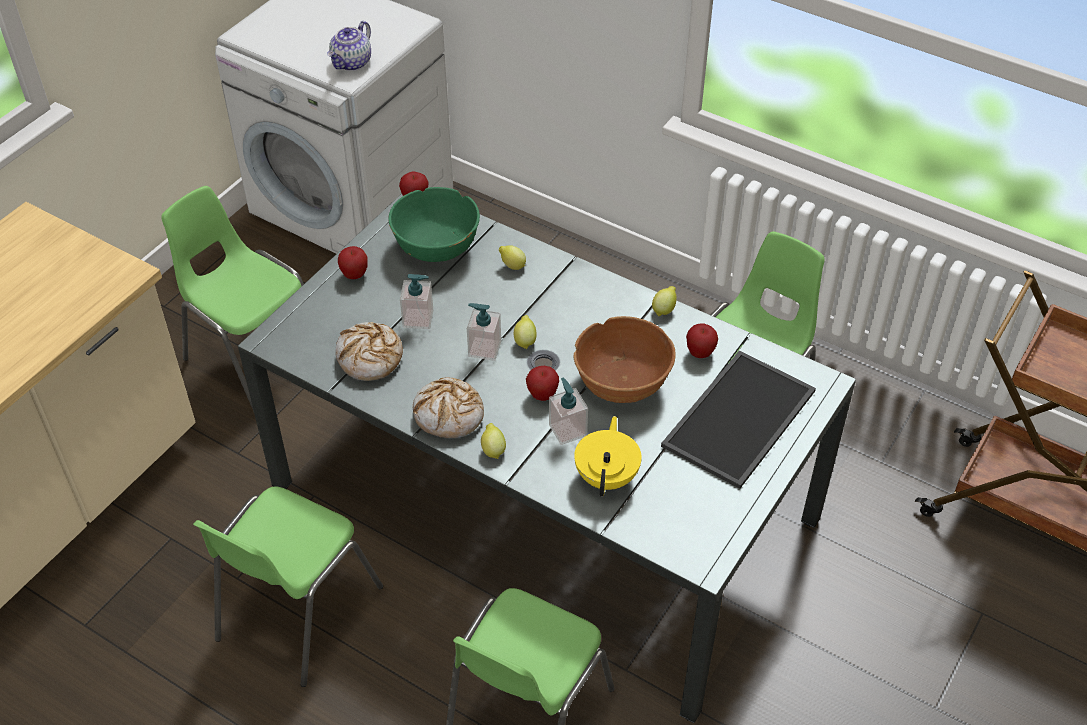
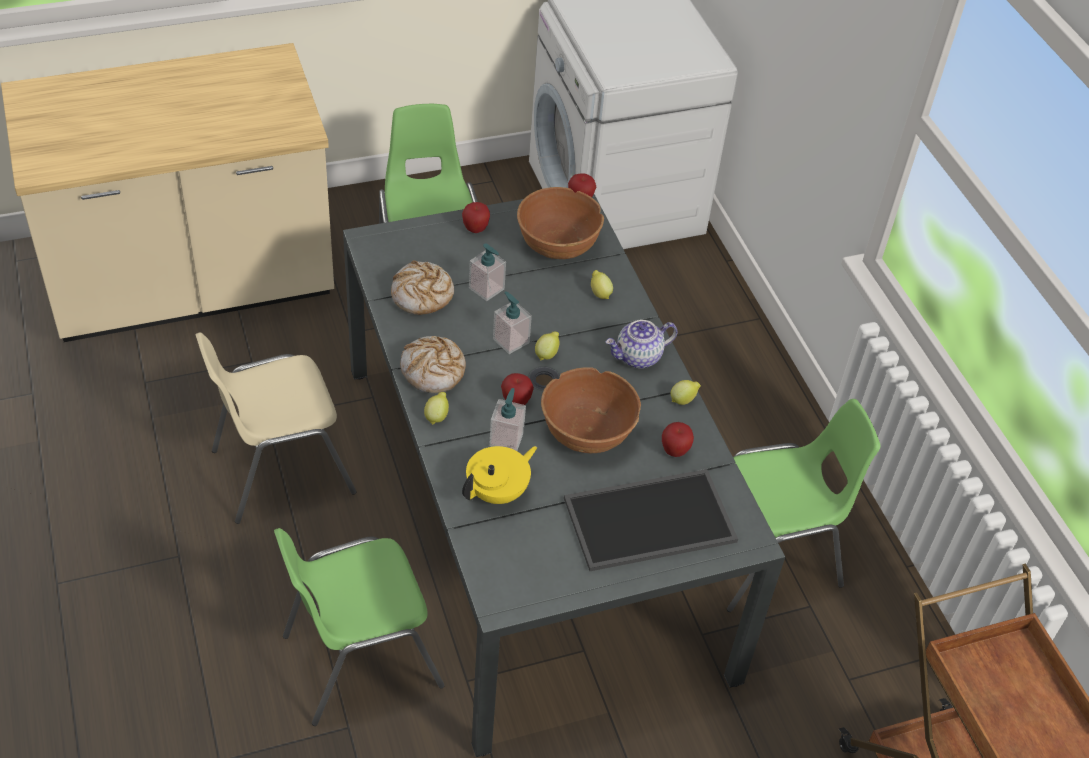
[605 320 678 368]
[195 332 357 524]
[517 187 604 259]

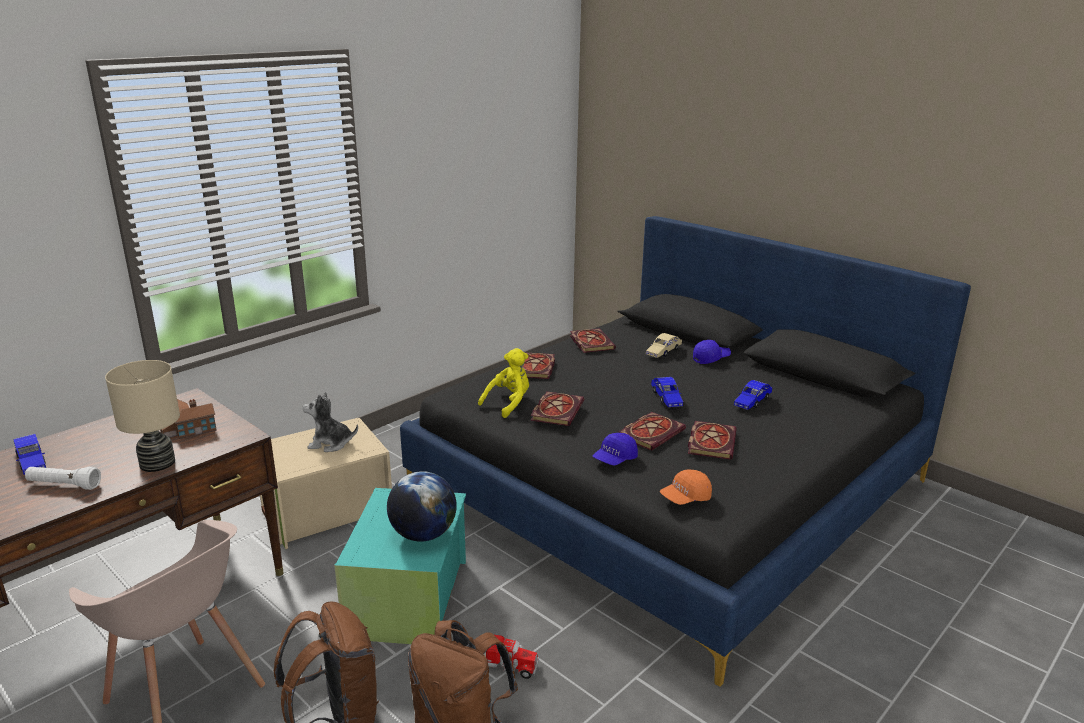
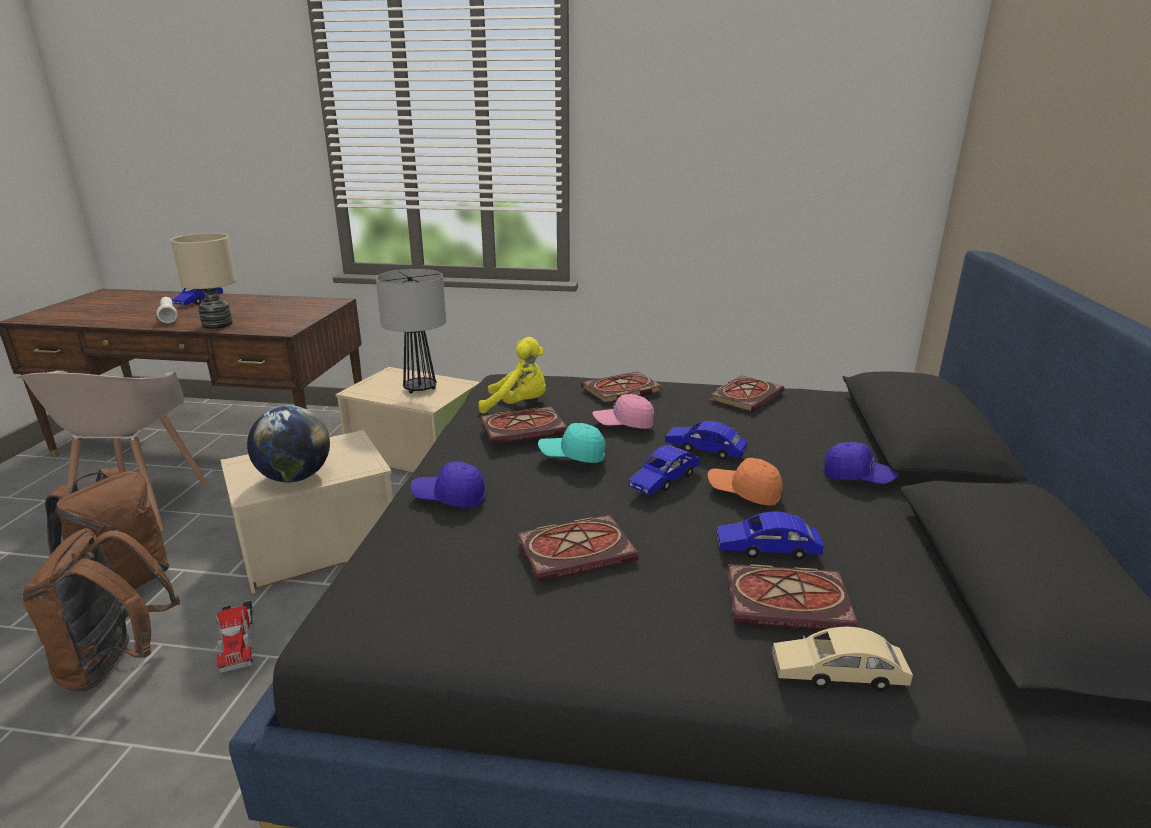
[160 399 217 439] (first image)
[538 423 606 463]
[592 394 654 429]
[665 421 747 460]
[727 564 858 630]
[772 627 913 692]
[708 458 783 506]
[376 269 446 393]
[220 430 393 594]

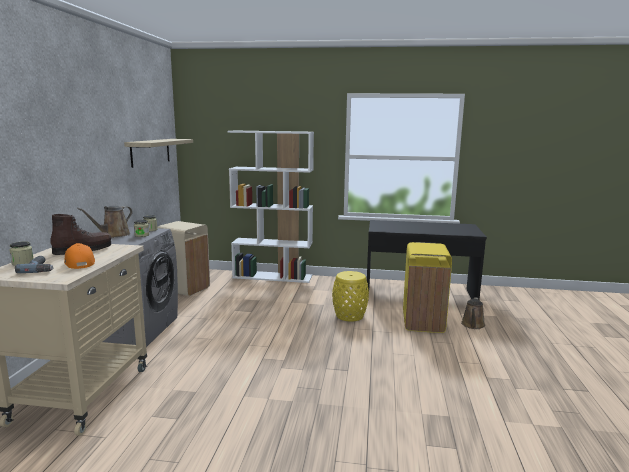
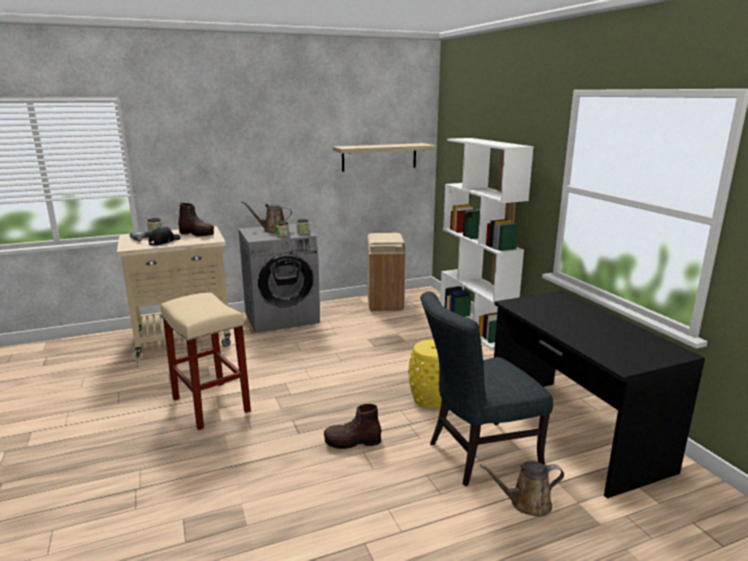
[160 293 251 430]
[324 404 381 449]
[420 291 554 487]
[149 227 181 245]

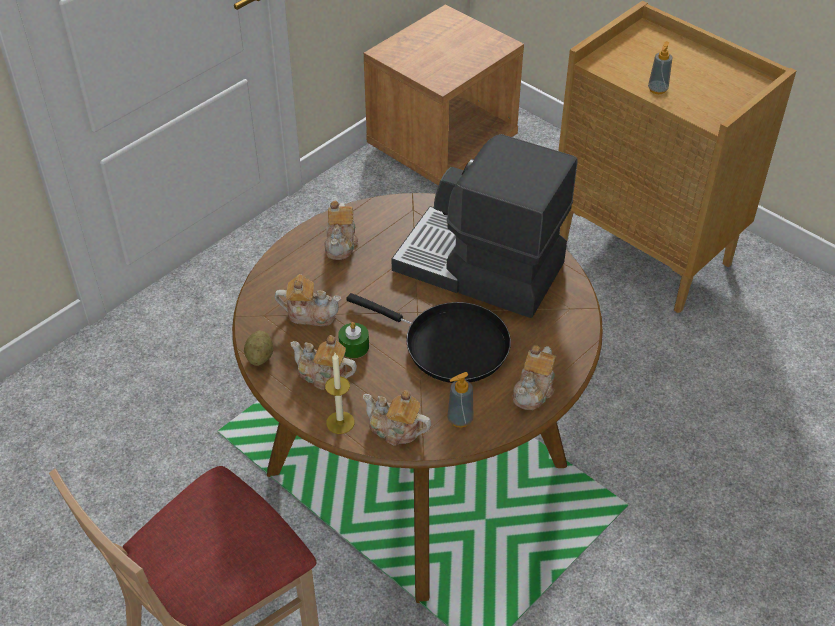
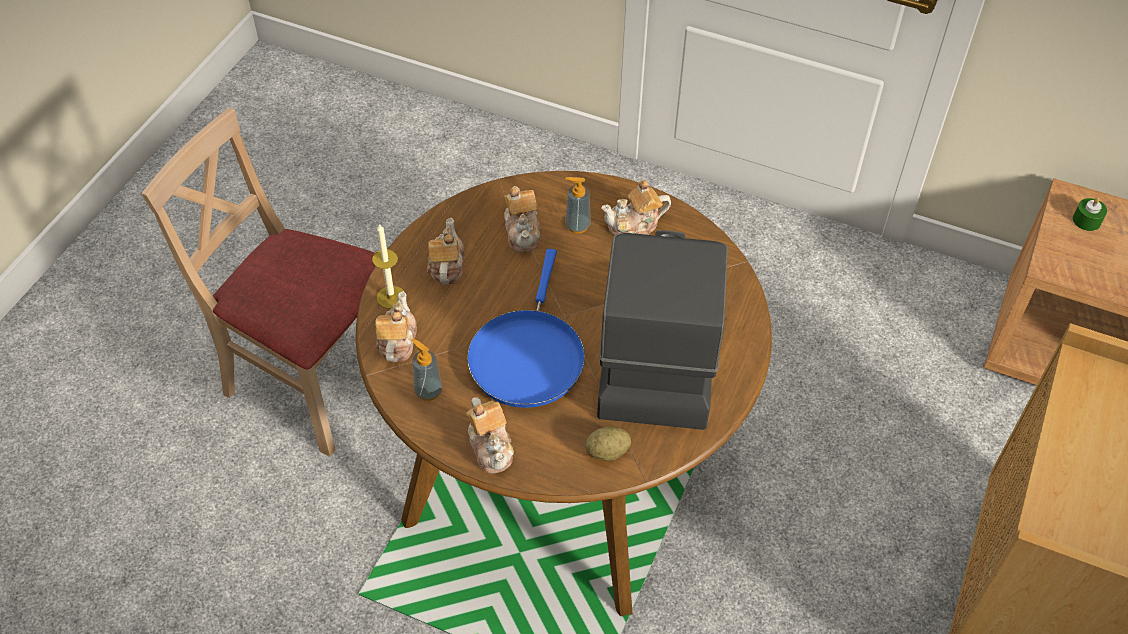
[585 426 631 461]
[1073 197 1107 231]
[565 177 591 233]
[467 249 585 408]
[466 397 514 474]

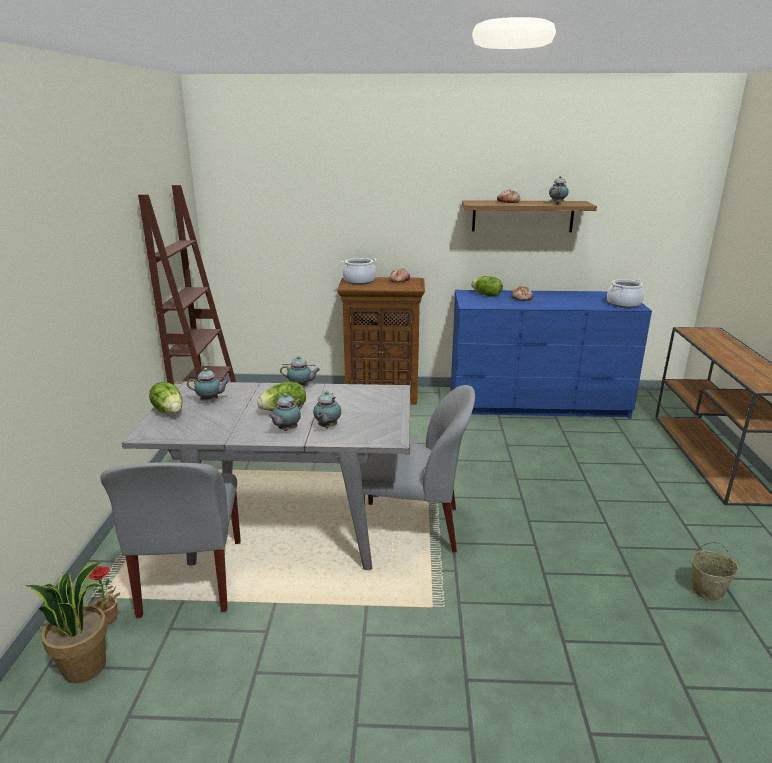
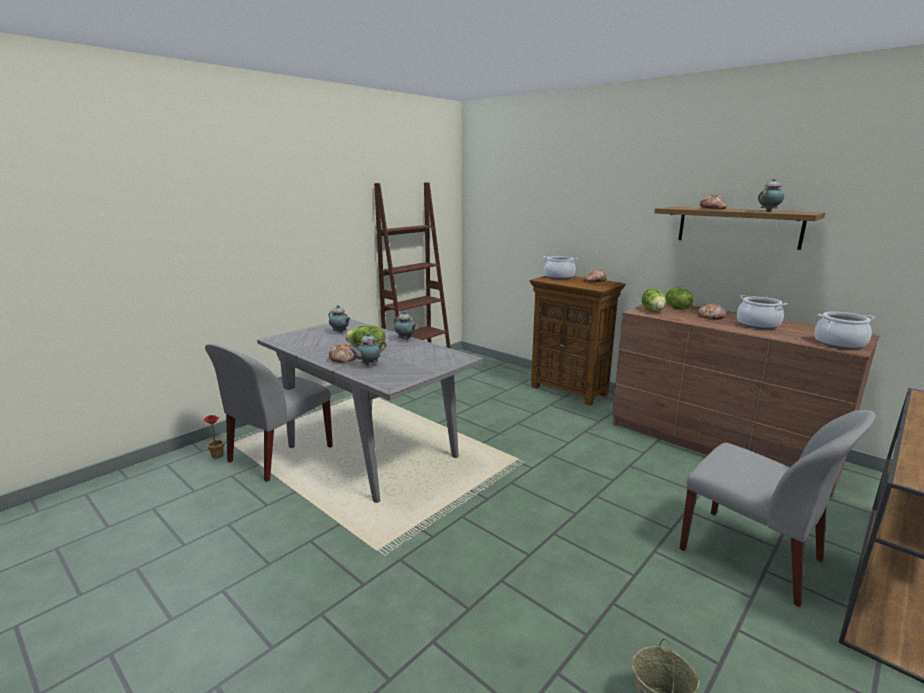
[25 562 108 683] (first image)
[737 295 787 329]
[642 289 666 311]
[679 410 876 607]
[329 344 356 363]
[612 302 880 498]

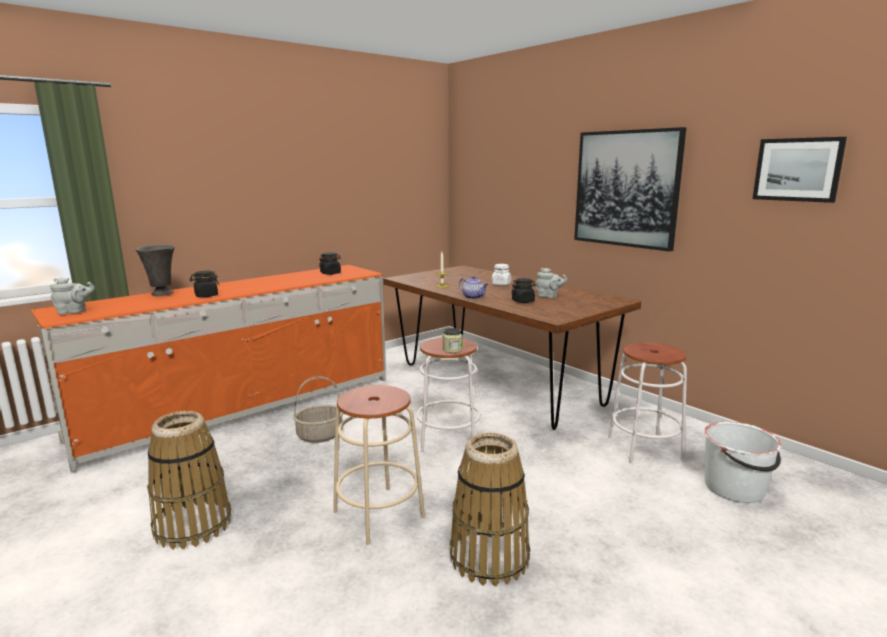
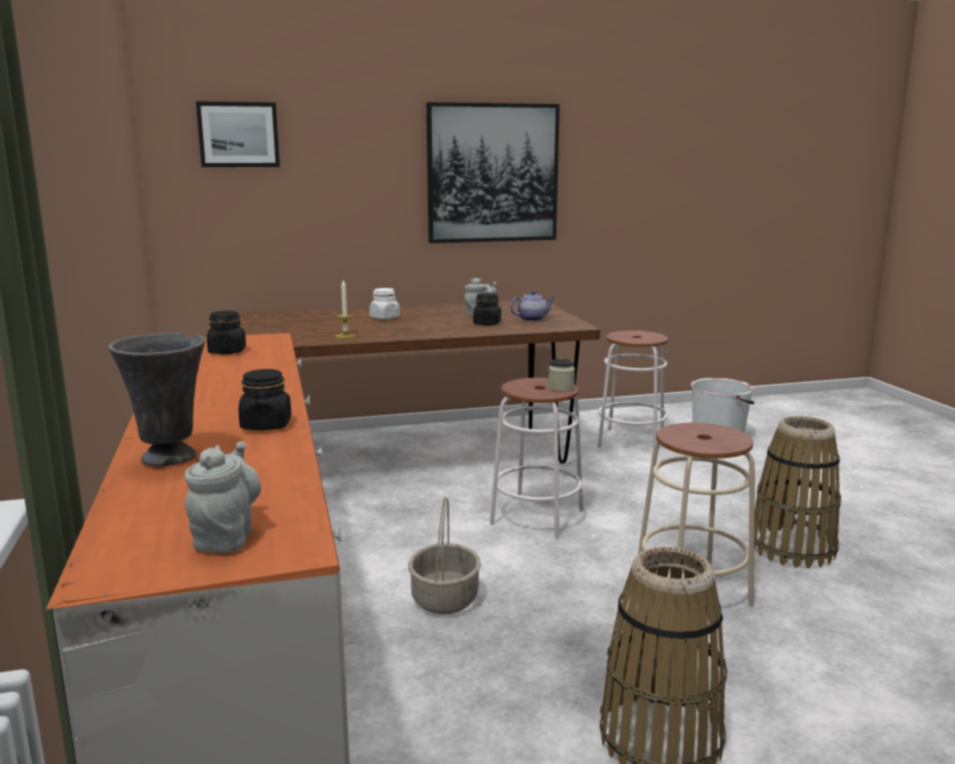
[510 291 554 321]
[196 101 280 167]

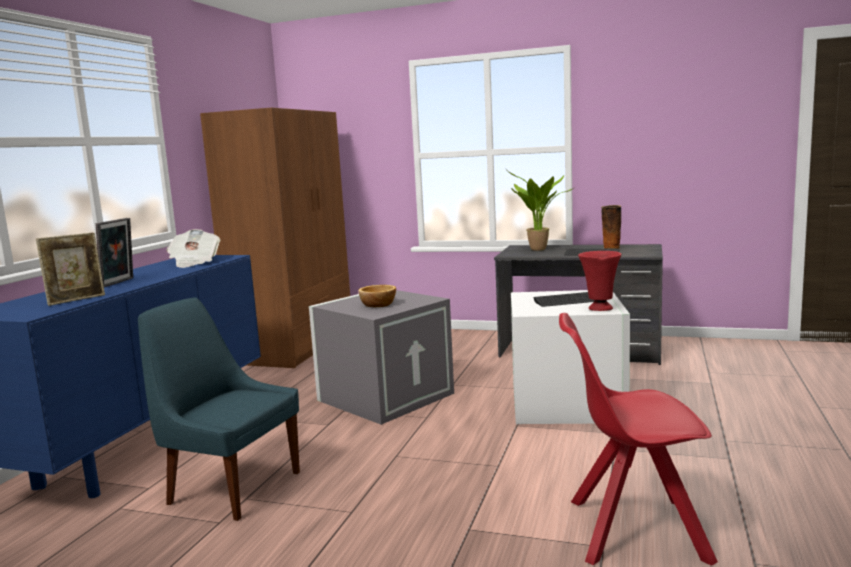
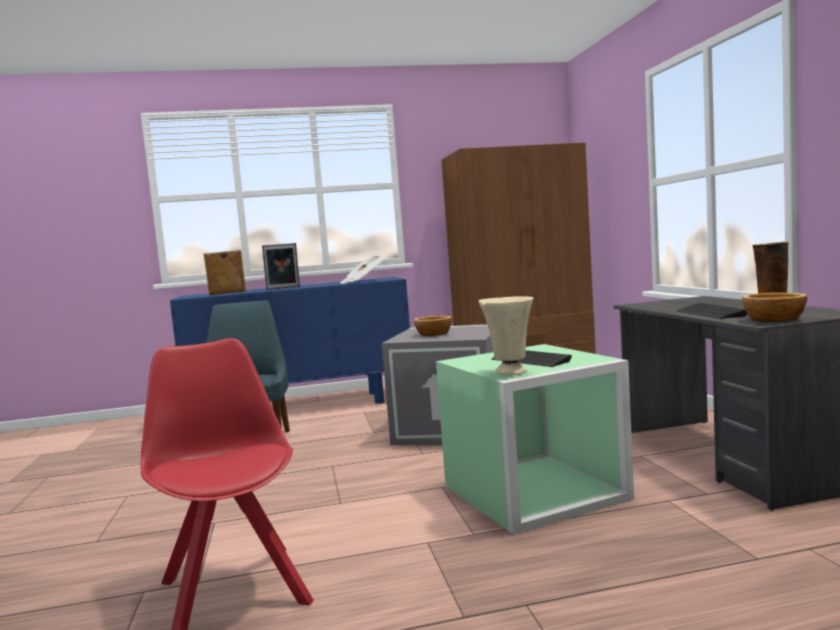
[505 168 574 251] (first image)
[742 293 807 322]
[436 344 634 535]
[478 296 533 375]
[204 250 246 296]

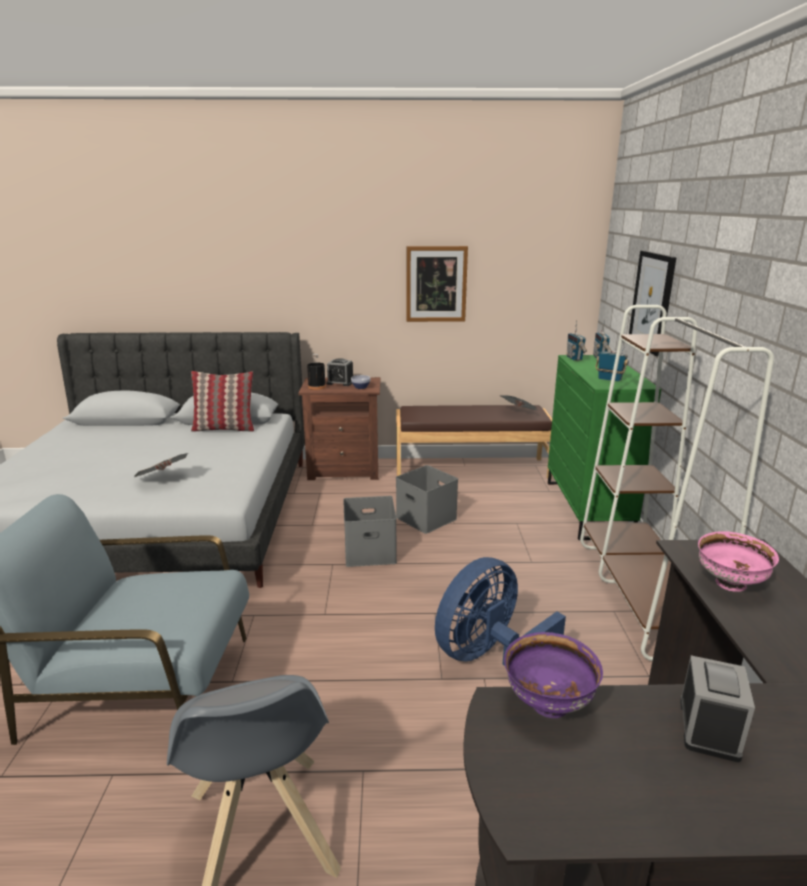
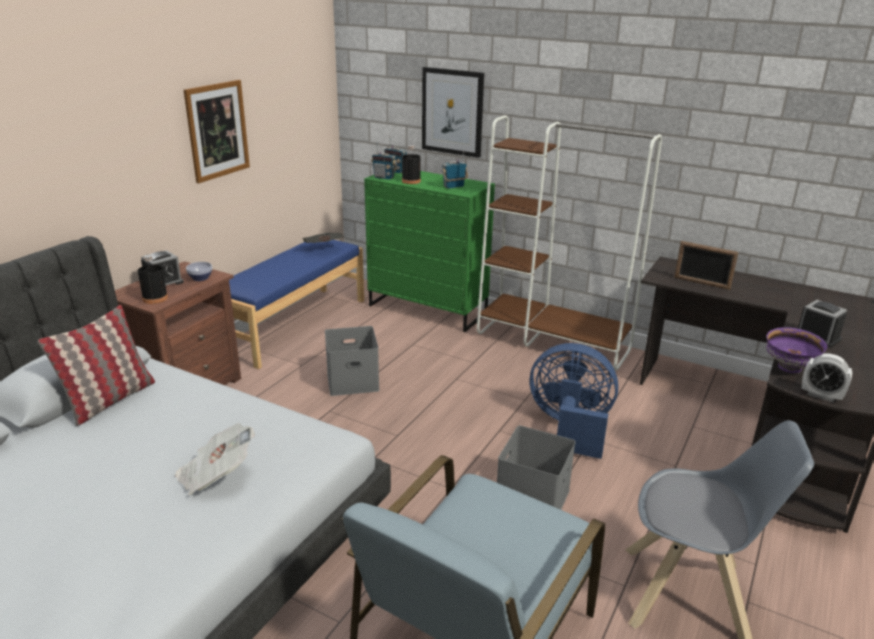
[402 145 421 184]
[802 353 852 402]
[497 425 576 510]
[674 241 739 290]
[229 240 364 369]
[530 343 618 459]

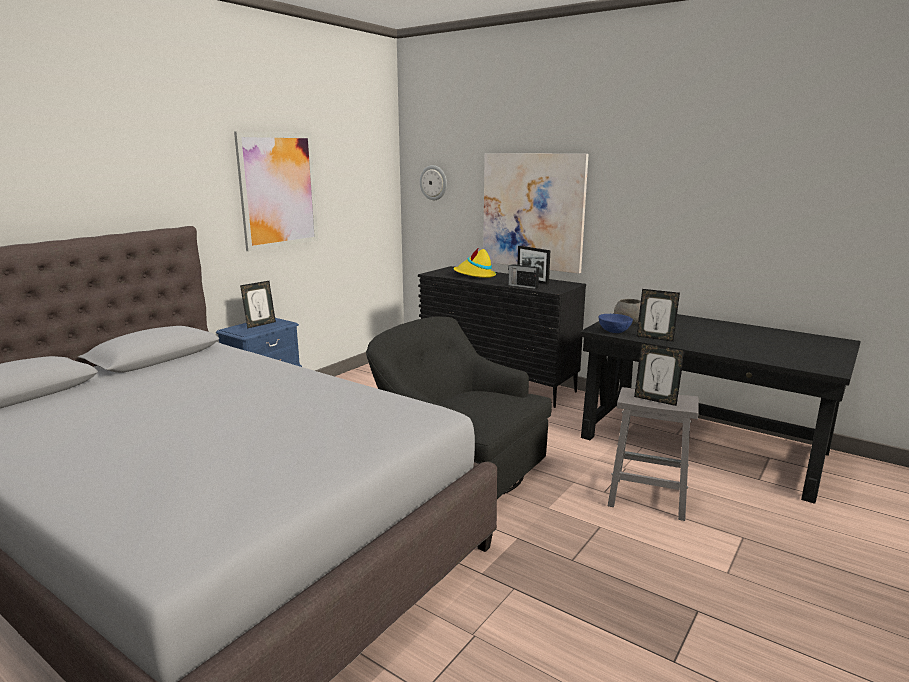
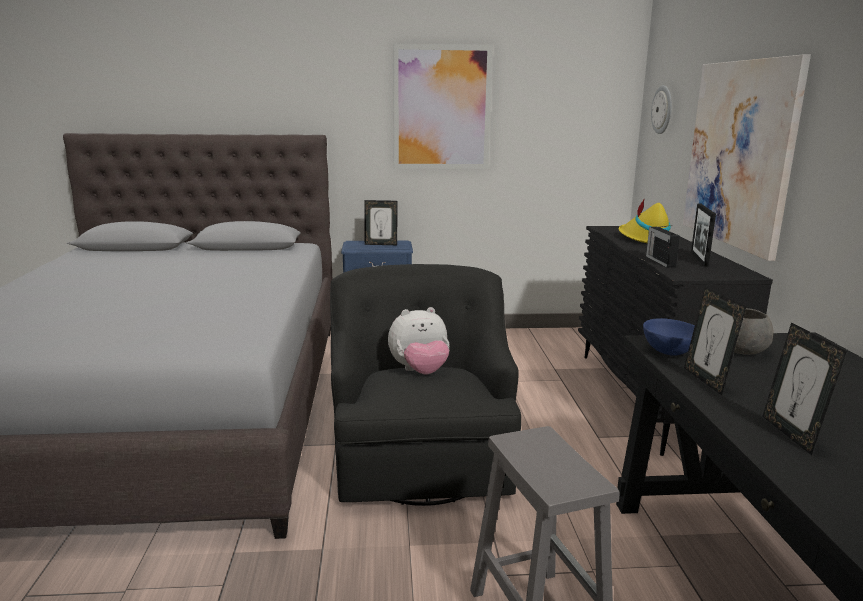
[388 307 450 374]
[762 322 847 455]

